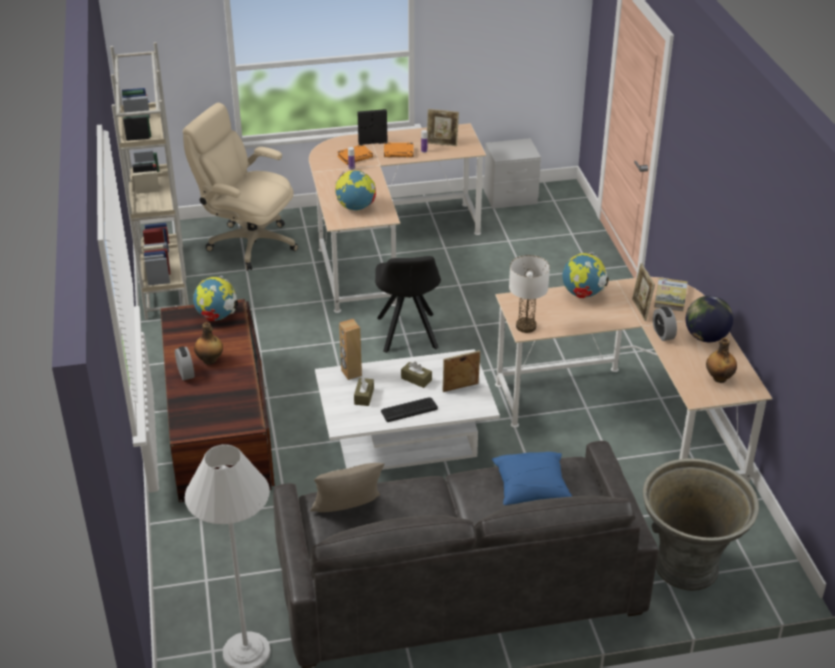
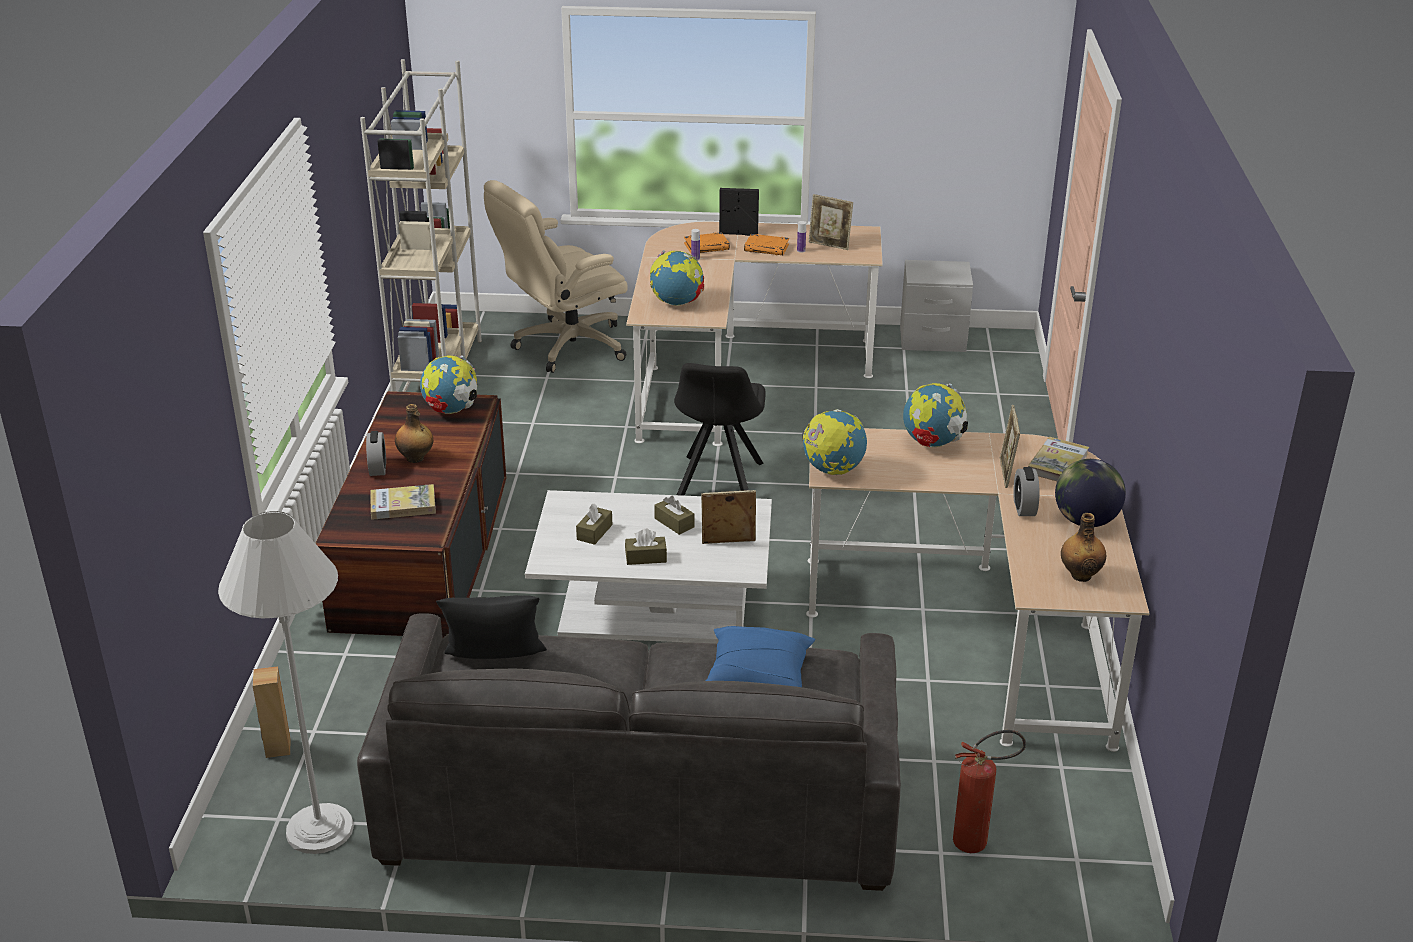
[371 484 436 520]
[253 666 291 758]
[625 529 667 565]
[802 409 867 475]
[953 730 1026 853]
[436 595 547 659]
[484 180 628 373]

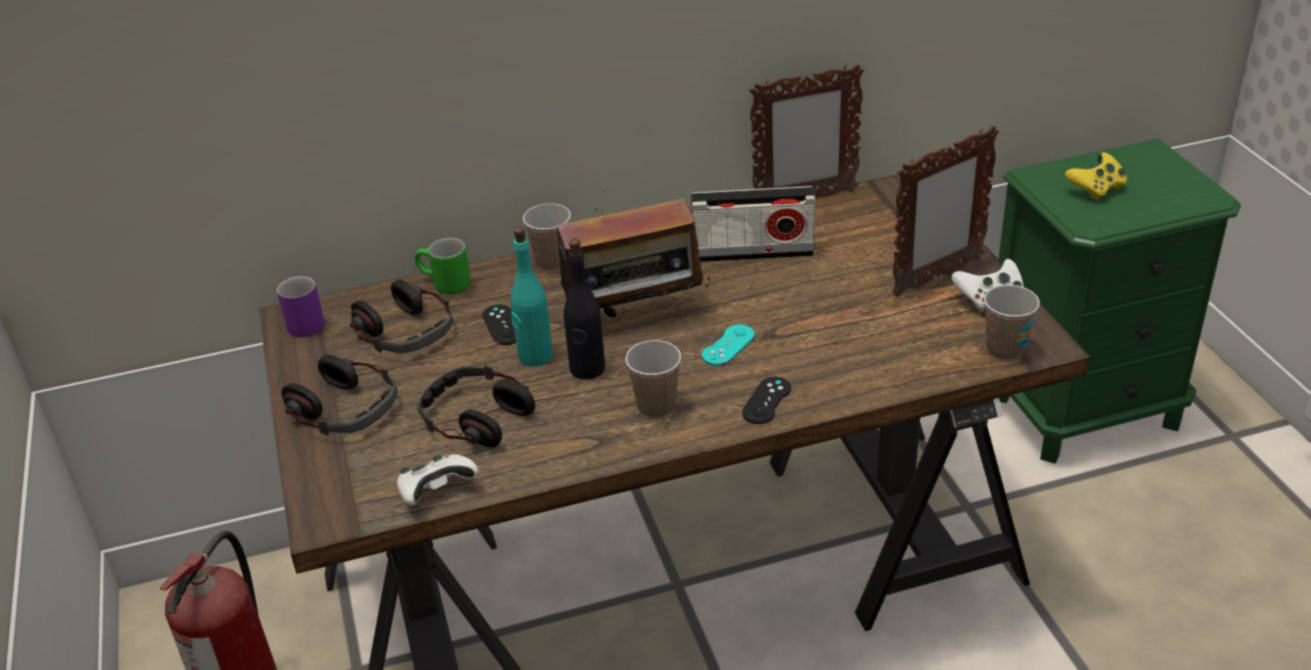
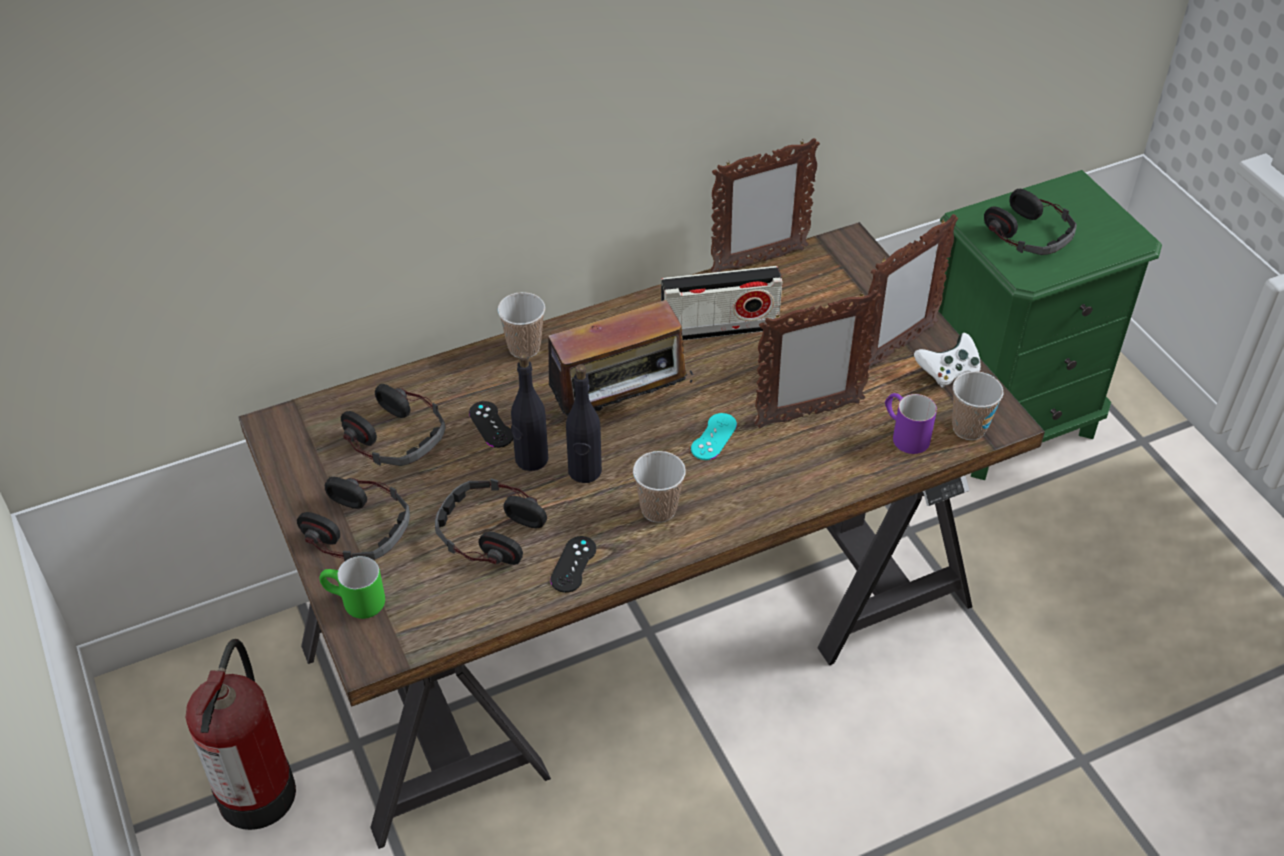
[397 453 478 505] (first image)
[755 290 881 428]
[885 393 937 454]
[320 556 385 619]
[550 536 596 593]
[984 189 1077 255]
[511 352 548 471]

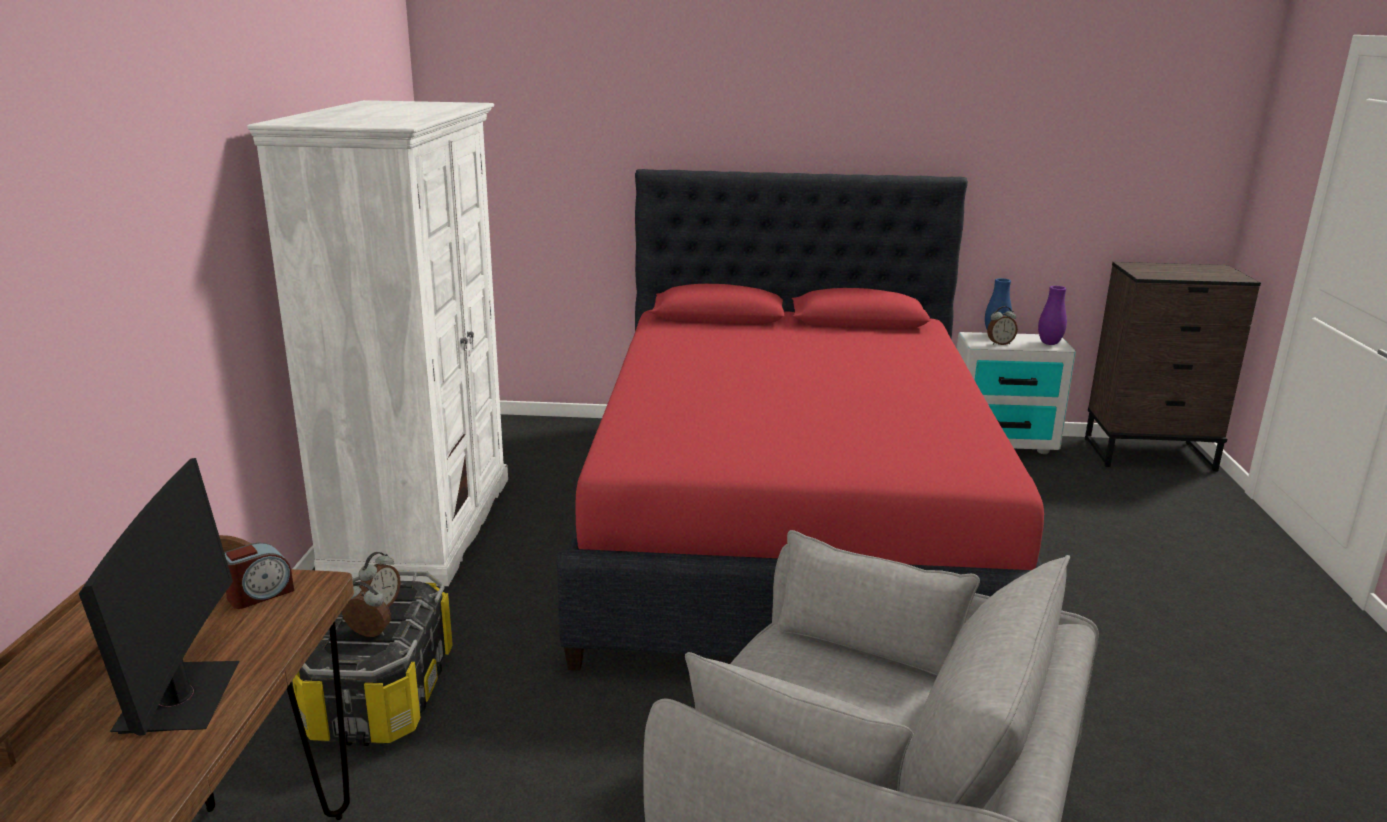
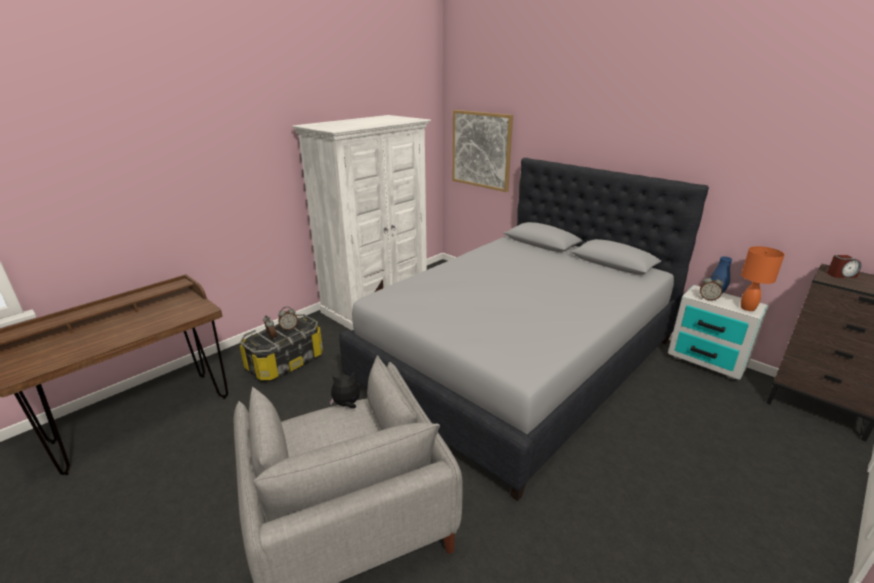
[79 458 239 736] (first image)
[329 372 360 409]
[452 110 513 192]
[827 255 862 278]
[741 246 785 311]
[339 158 709 501]

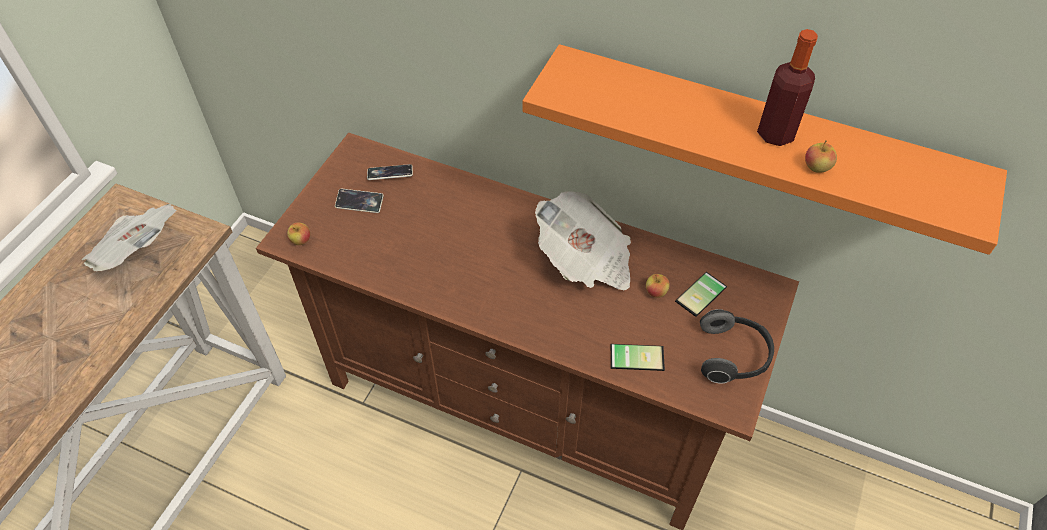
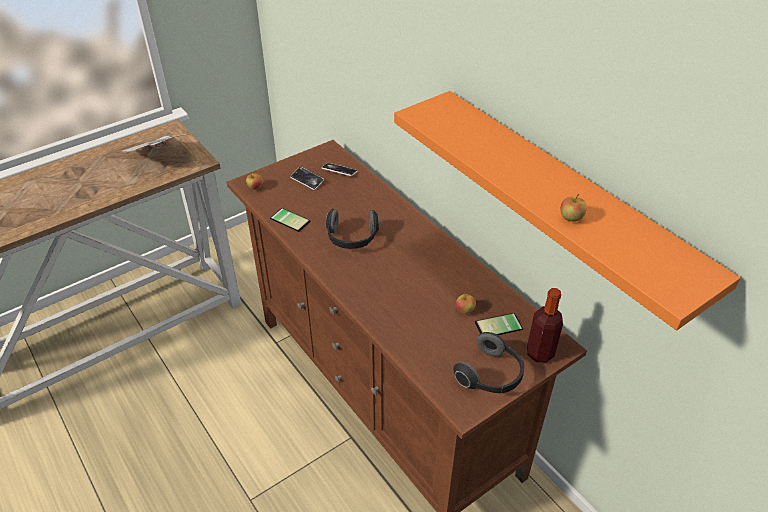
[535 191 631 290] (first image)
[326 209 379 249]
[270 208 311 232]
[527 288 563 363]

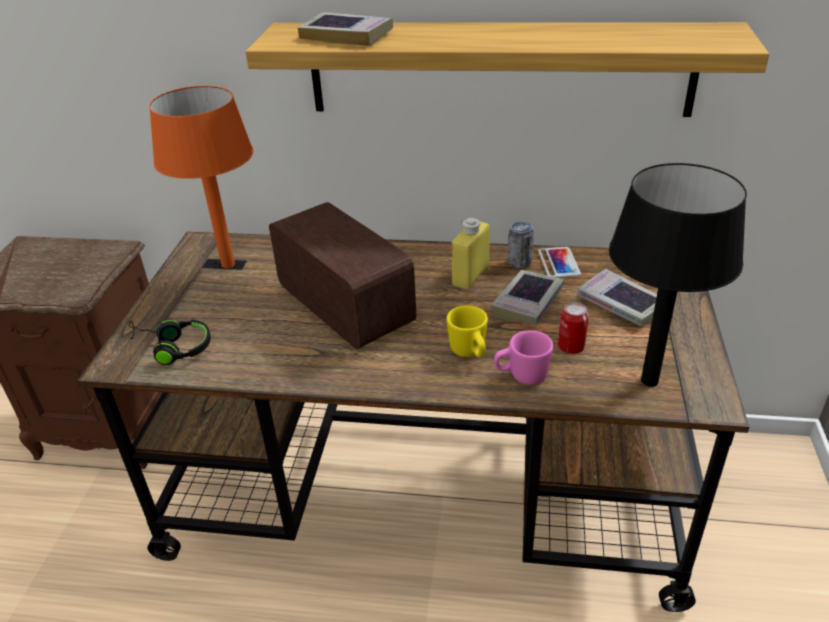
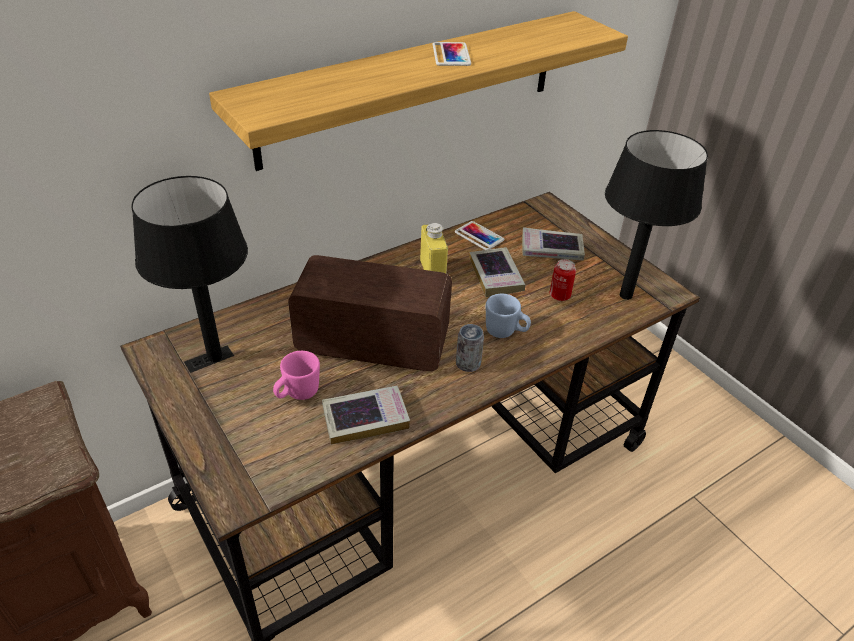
[129 319 211 365] (first image)
[433 42 471 66]
[322 386 410 445]
[273 351 320 400]
[456 324 484 372]
[131 176 248 362]
[486 294 531 338]

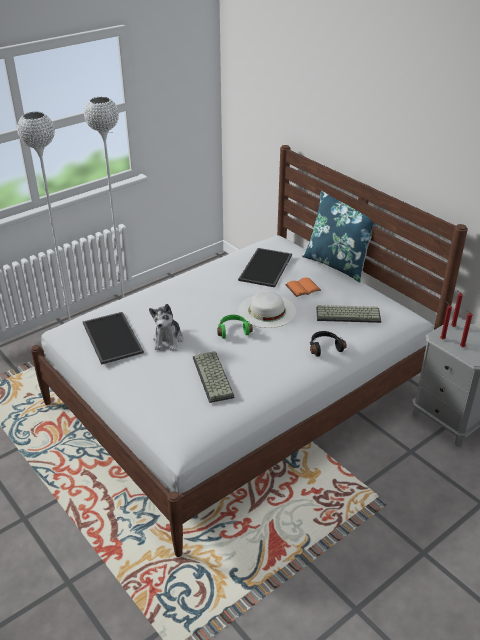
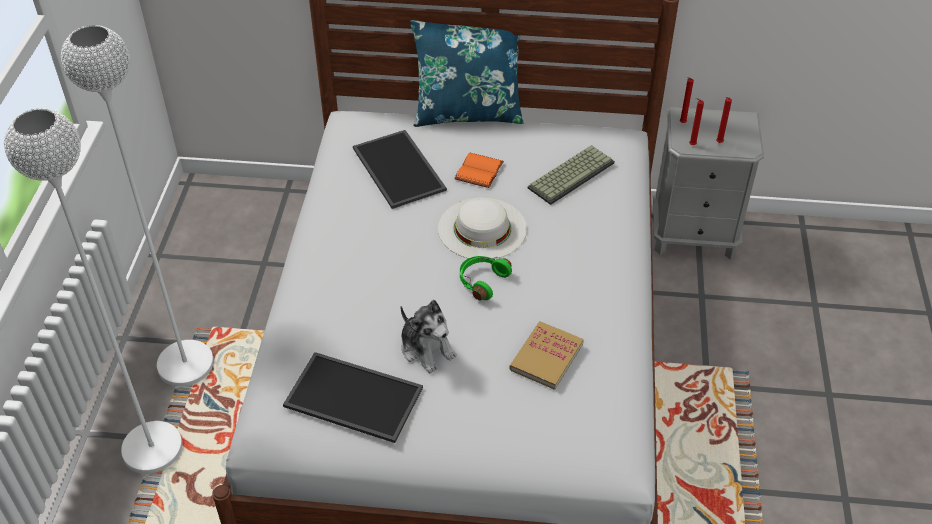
[310 331 347 356] (first image)
[509 321 584 390]

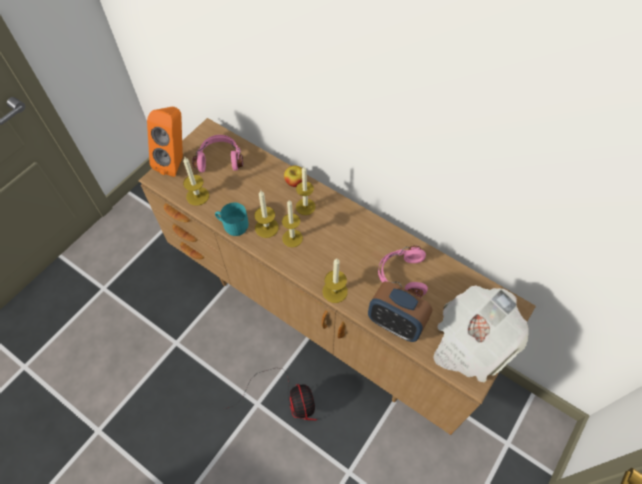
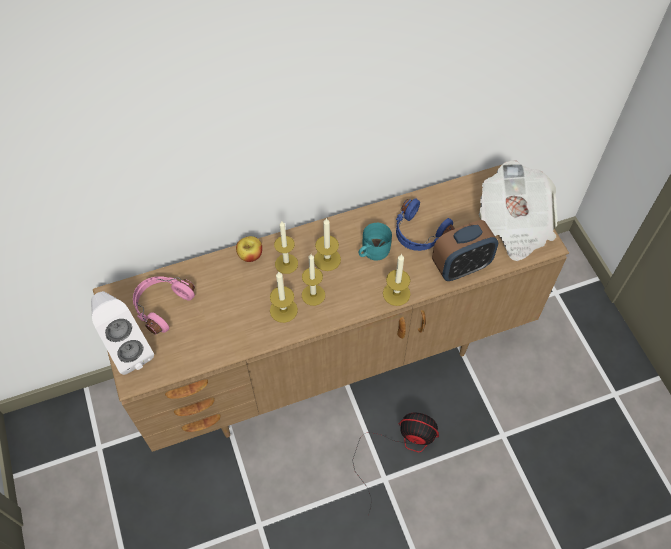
[314 218 341 271]
[359 223 392 261]
[91 291 154 375]
[396 198 455 251]

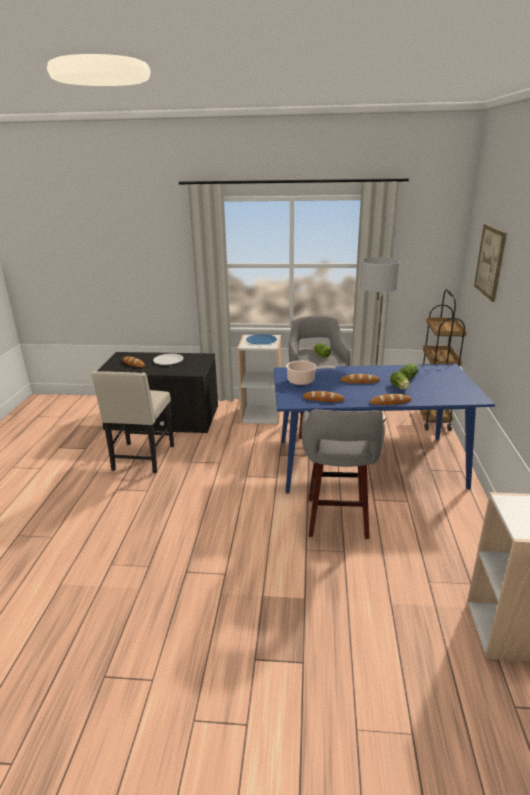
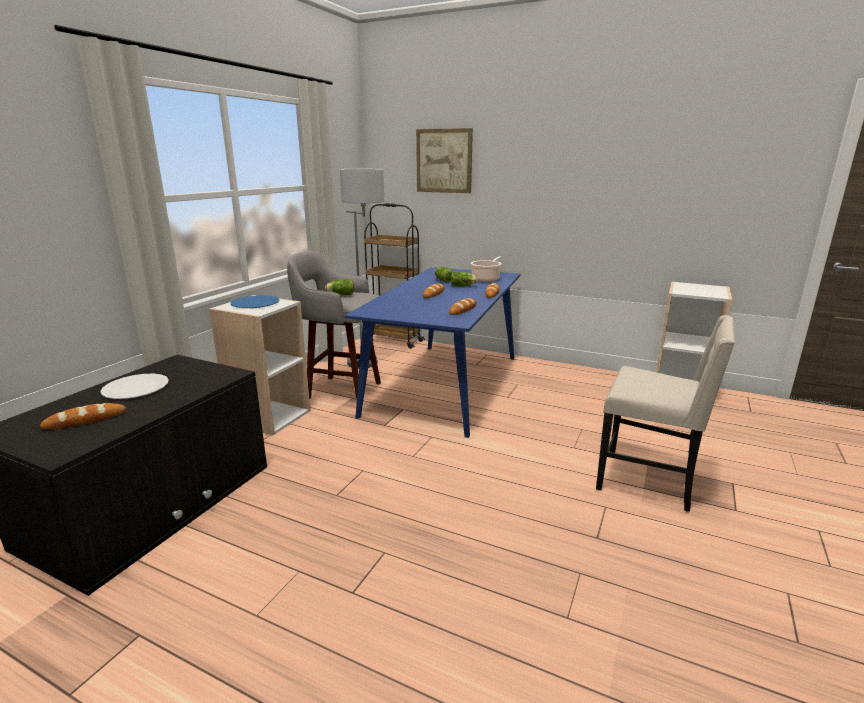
[301 409 385 539] (first image)
[596 315 735 512]
[471 256 502 282]

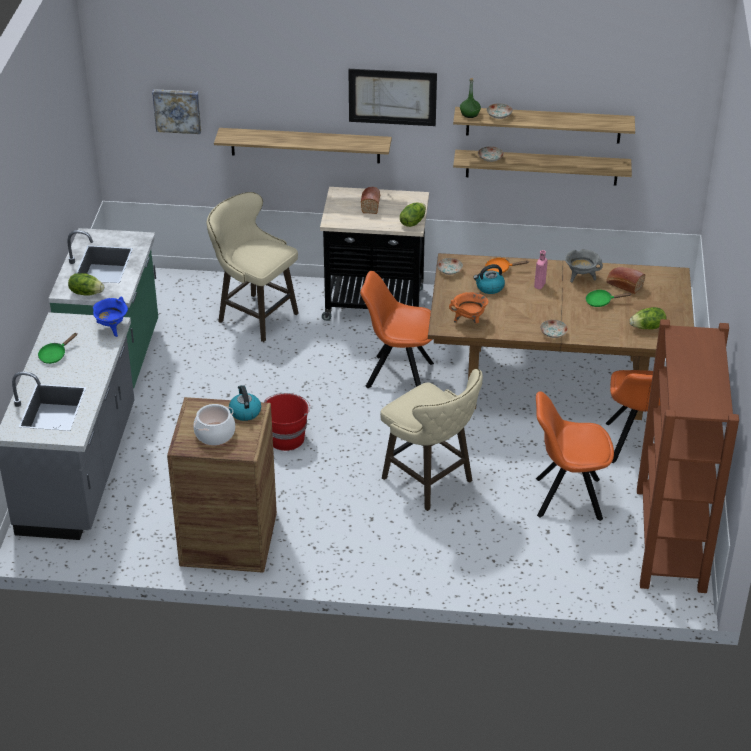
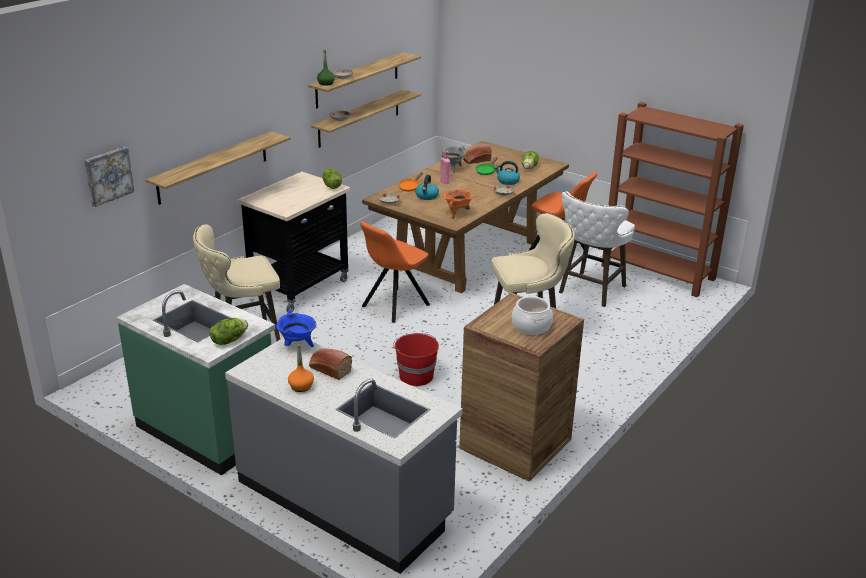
[348 69 437 126] (first image)
[494 161 520 185]
[309 348 352 380]
[288 344 314 392]
[559 191 635 307]

